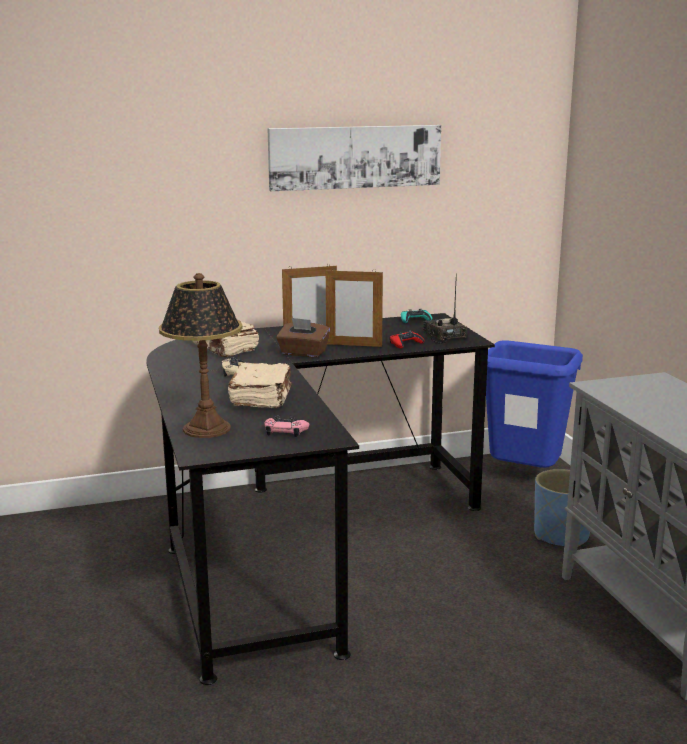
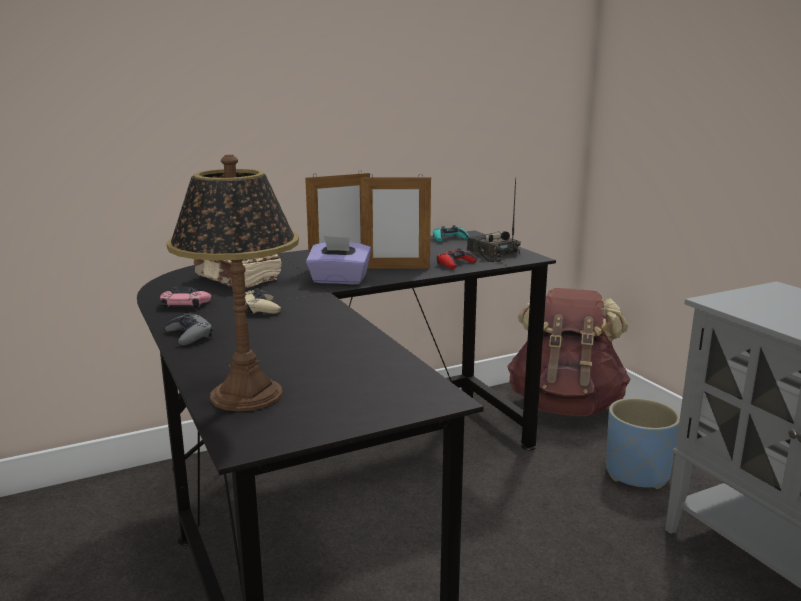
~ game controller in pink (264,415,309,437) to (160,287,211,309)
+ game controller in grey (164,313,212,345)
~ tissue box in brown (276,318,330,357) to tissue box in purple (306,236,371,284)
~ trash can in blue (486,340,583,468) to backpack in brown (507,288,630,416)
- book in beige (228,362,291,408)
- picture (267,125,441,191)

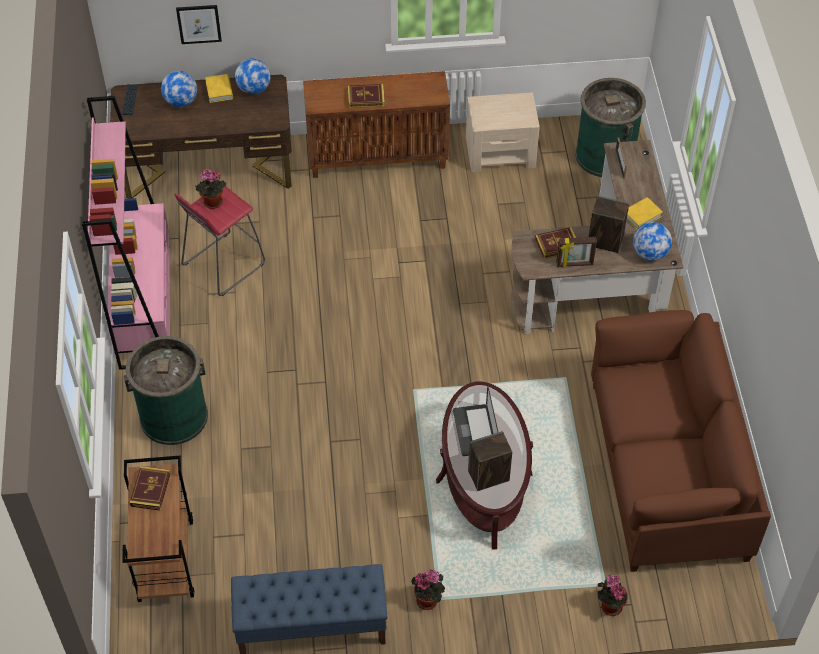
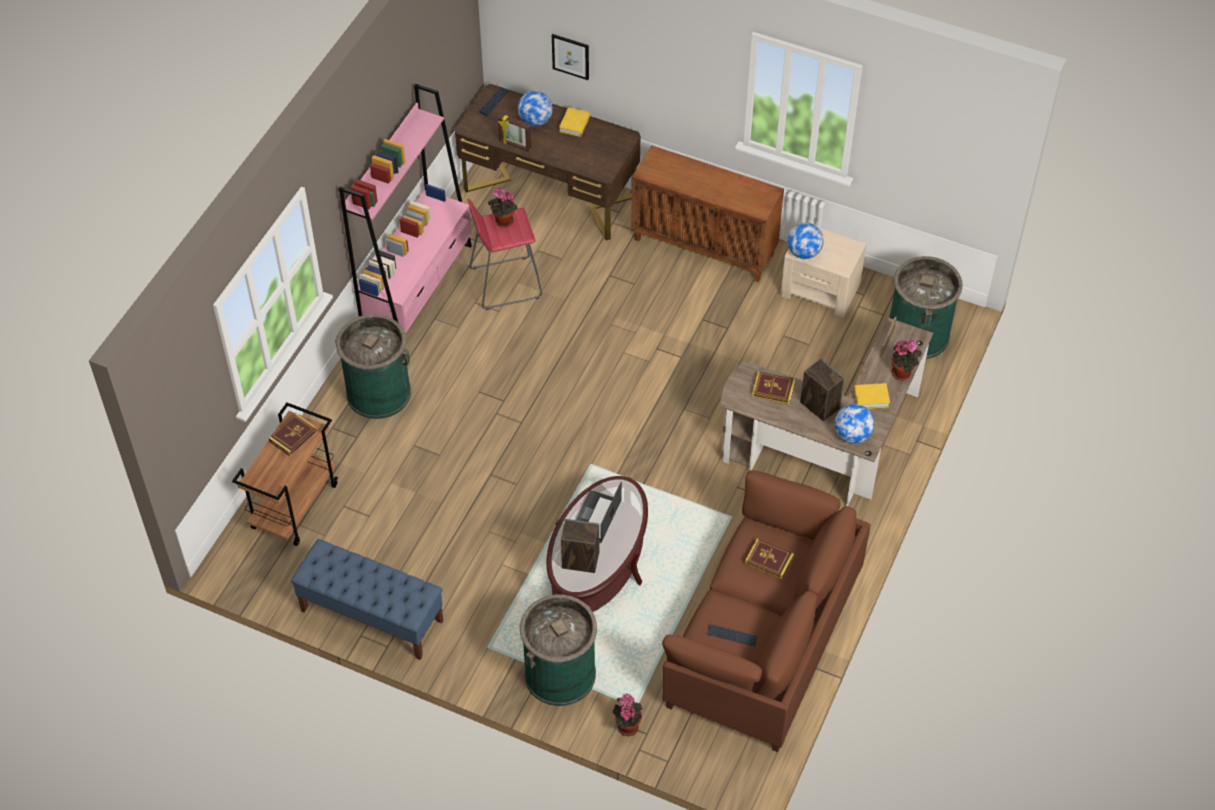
~ picture frame (556,237,597,267) to (498,114,531,152)
+ trash can in green (520,594,597,706)
+ keyboard (707,624,758,647)
~ book (348,84,385,108) to (745,539,794,579)
~ globe (235,58,271,94) to (787,223,824,259)
~ potted plant (411,569,445,610) to (891,339,922,381)

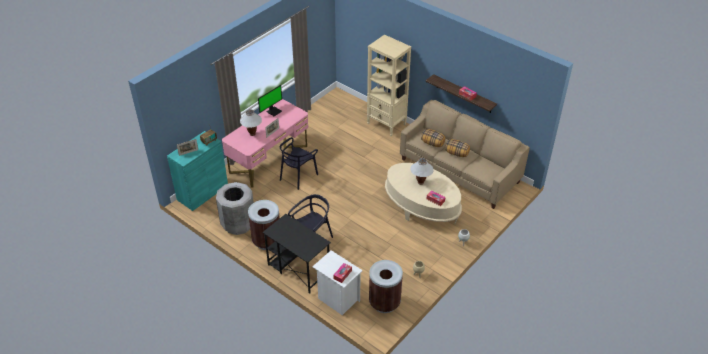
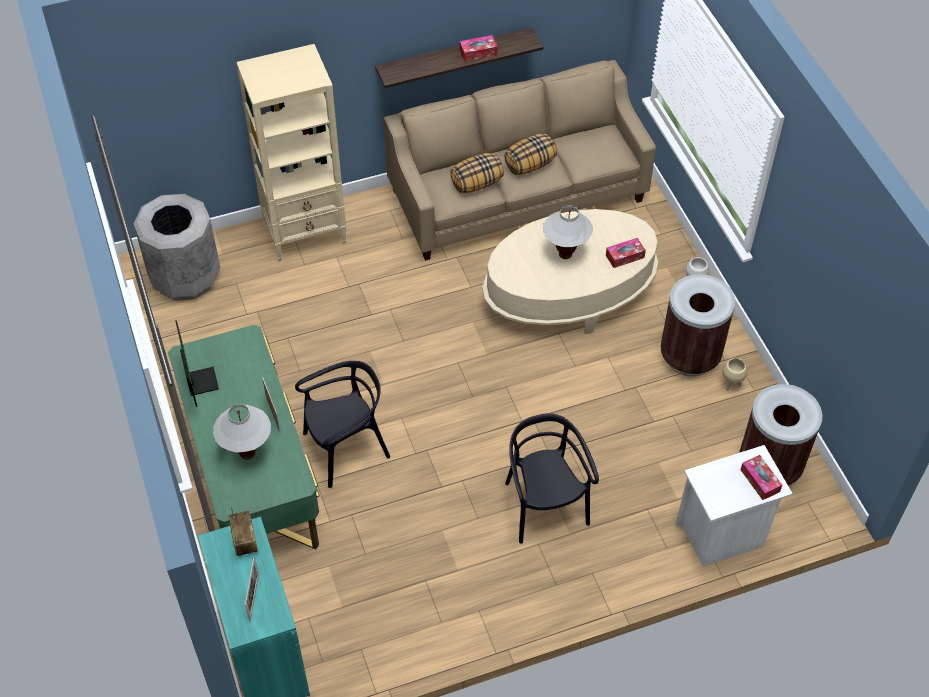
~ trash can in grey (216,182,254,235) to (134,194,220,301)
~ desk in pink (222,99,308,188) to desk in green (168,325,320,549)
~ chair in black (280,137,318,190) = (295,361,390,488) 90 degrees counterclockwise
~ trash can in brown (248,200,280,250) to (660,274,735,376)
- desk in black (262,214,331,294)

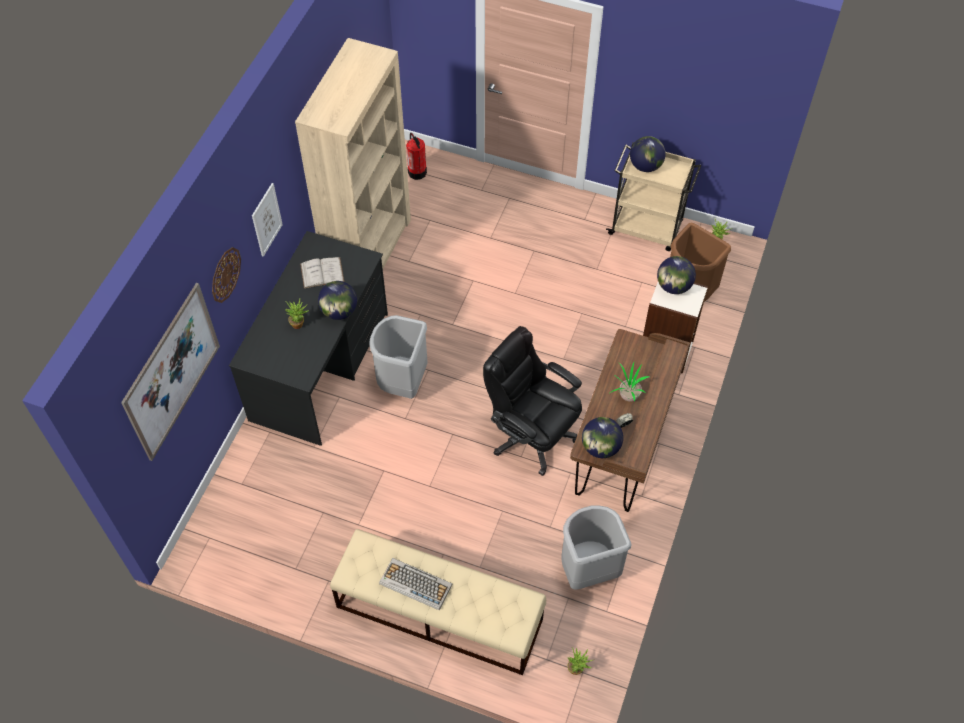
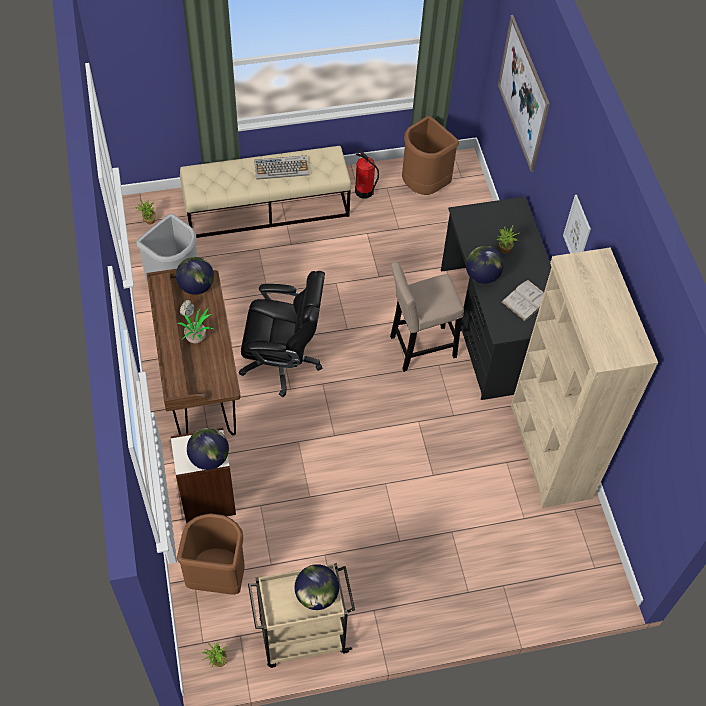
~ fire extinguisher (406,133,427,180) to (355,149,379,198)
~ trash can in grey (370,315,428,399) to stool in beige (390,262,464,372)
+ trash can in brown (402,116,459,195)
- wall clock (212,247,241,303)

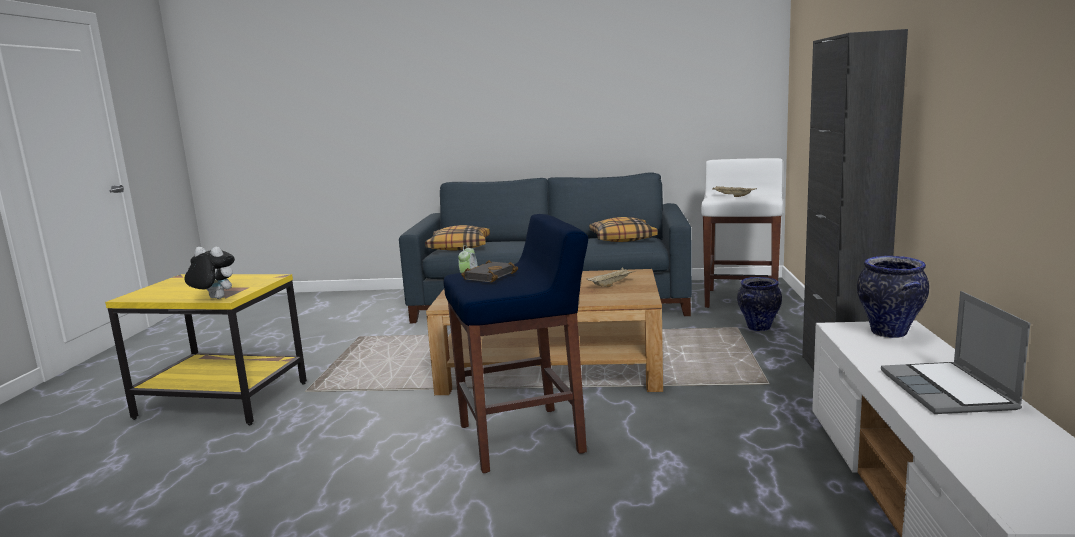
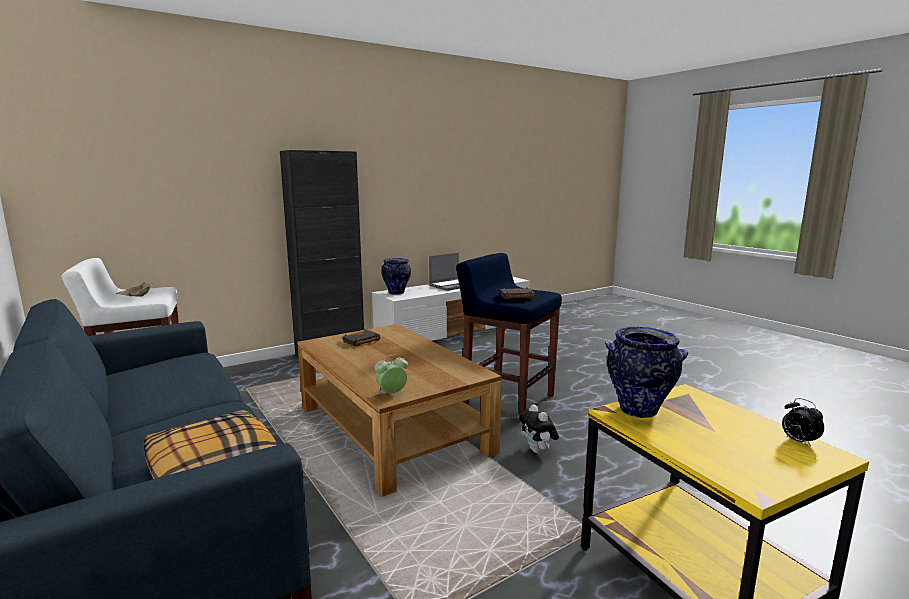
~ tray in beige (587,268,636,287) to book in black (342,330,381,347)
~ plush toy (184,246,235,299) to (519,405,559,453)
~ vase (737,277,782,331) to (605,327,688,418)
+ alarm clock (782,398,824,447)
- pillow (589,217,658,242)

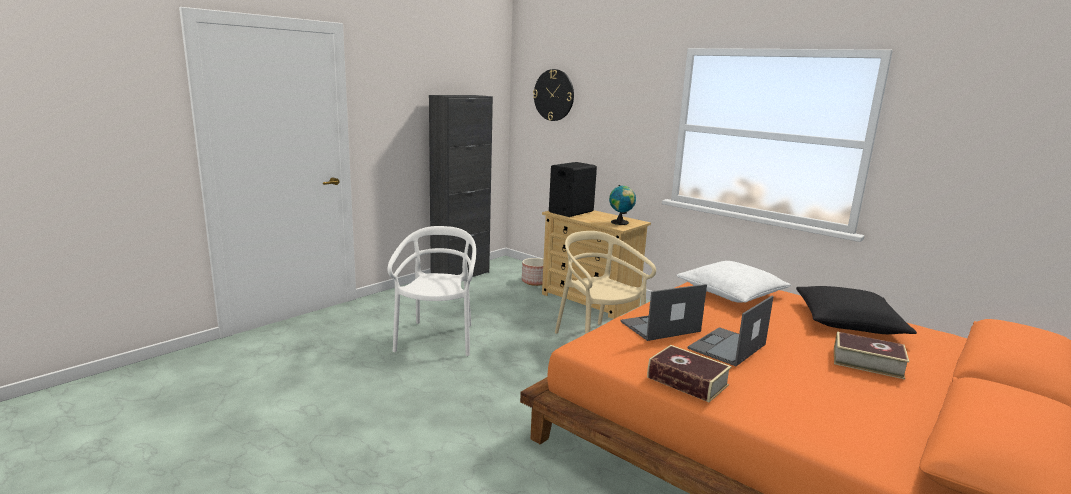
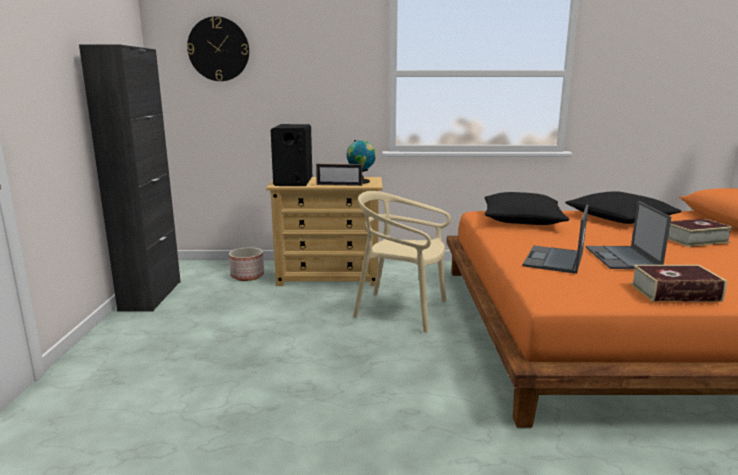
+ picture frame (316,164,362,186)
~ pillow in white (676,261,791,303) to pillow in black (485,192,569,225)
- chair in white (388,226,476,356)

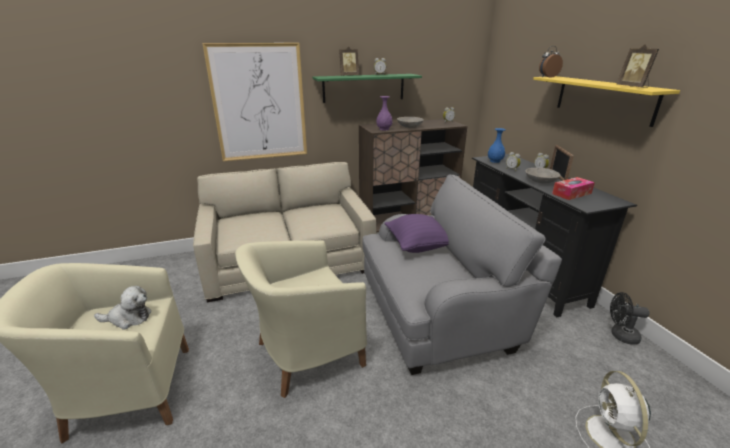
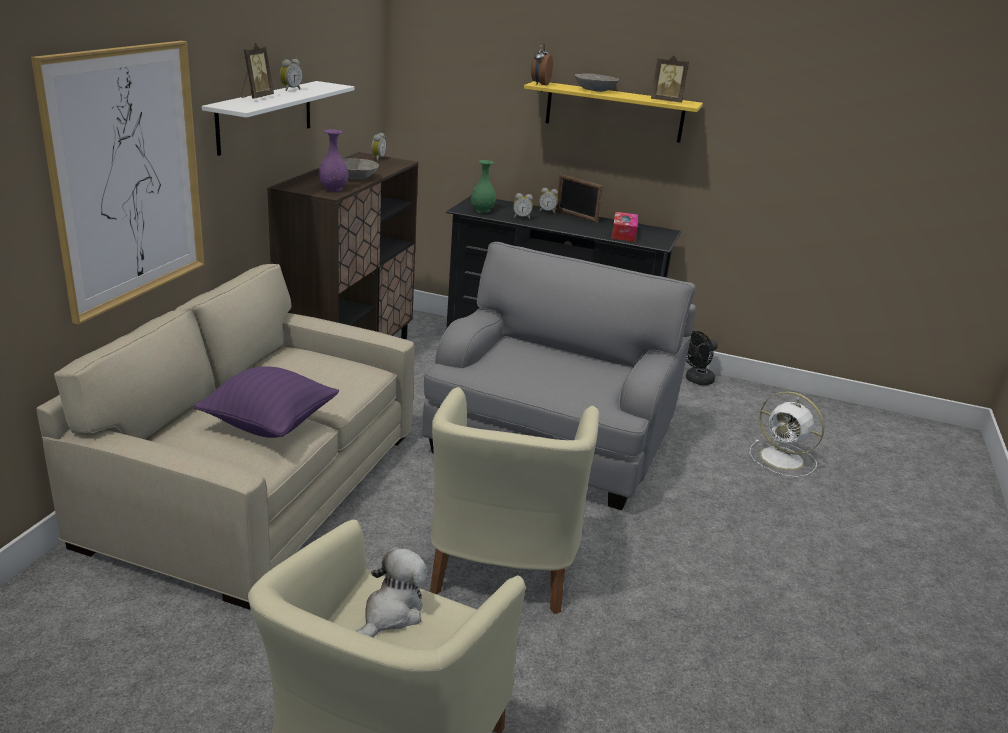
~ pillow in purple (384,214,449,253) to (193,366,339,438)
~ shelf in green (313,74,422,103) to shelf in white (202,81,354,156)
~ vase in blue (488,128,506,163) to vase in green (471,160,496,213)
~ bowl in grey (525,168,560,183) to (575,73,619,92)

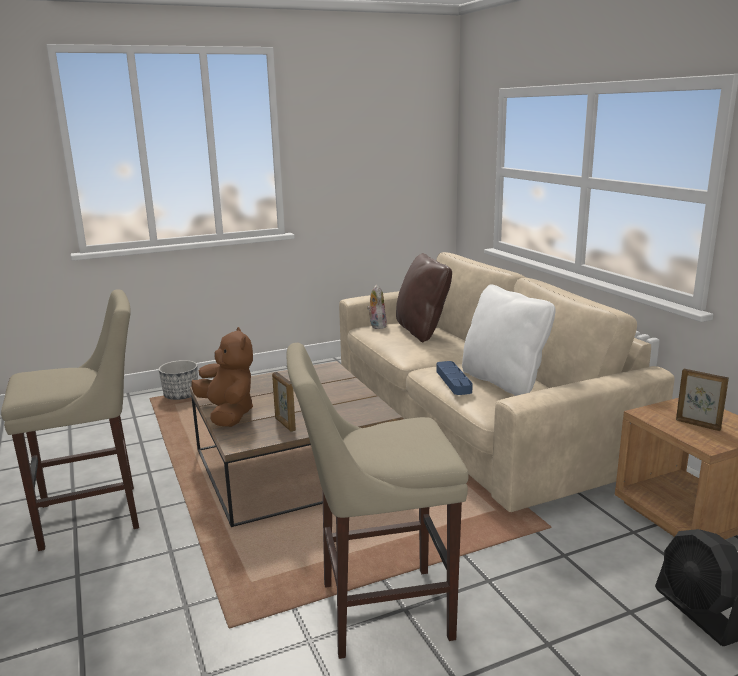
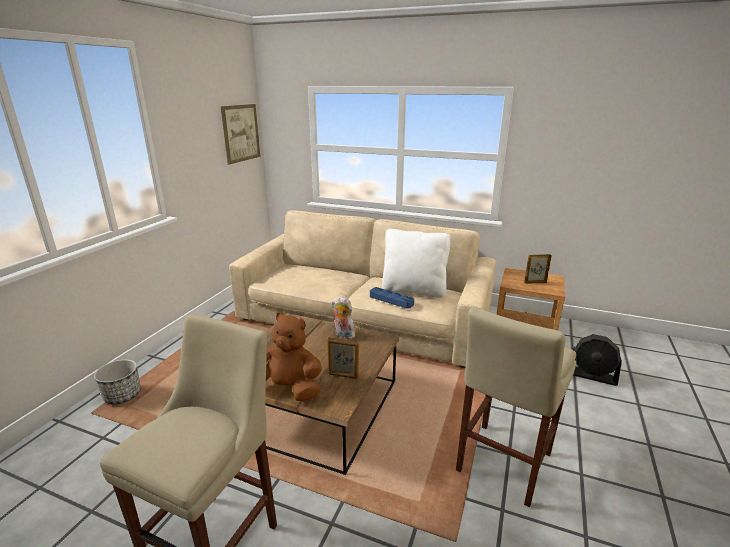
+ picture (221,104,260,165)
~ plush toy (367,285,387,329) to (332,296,355,339)
- pillow in brown (396,253,452,342)

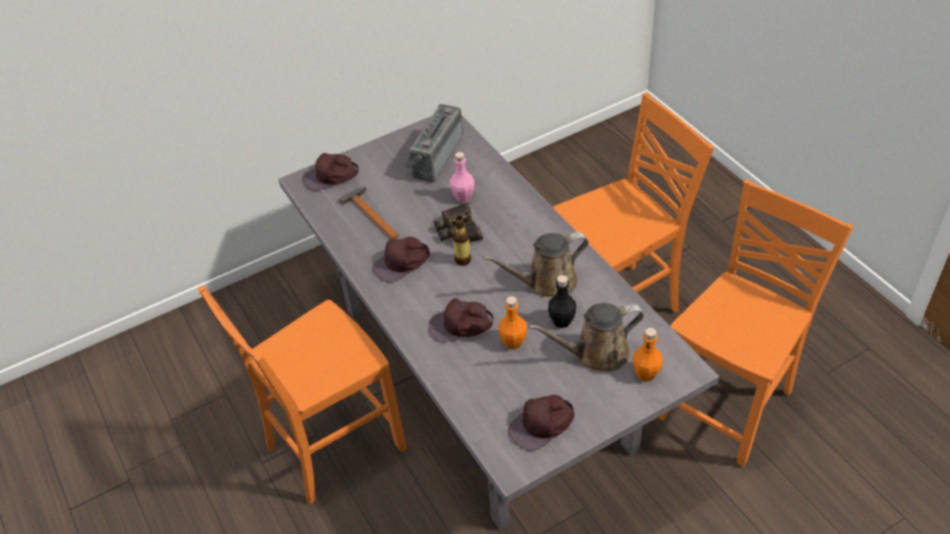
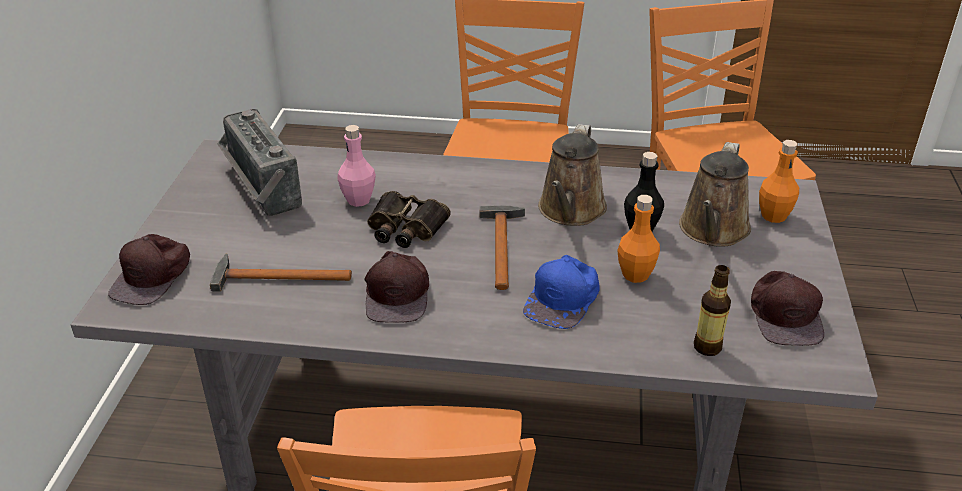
+ hammer (479,206,525,290)
~ cap in brown (429,298,493,342) to cap in blue (523,255,600,329)
~ bottle (452,216,471,266) to (694,265,731,356)

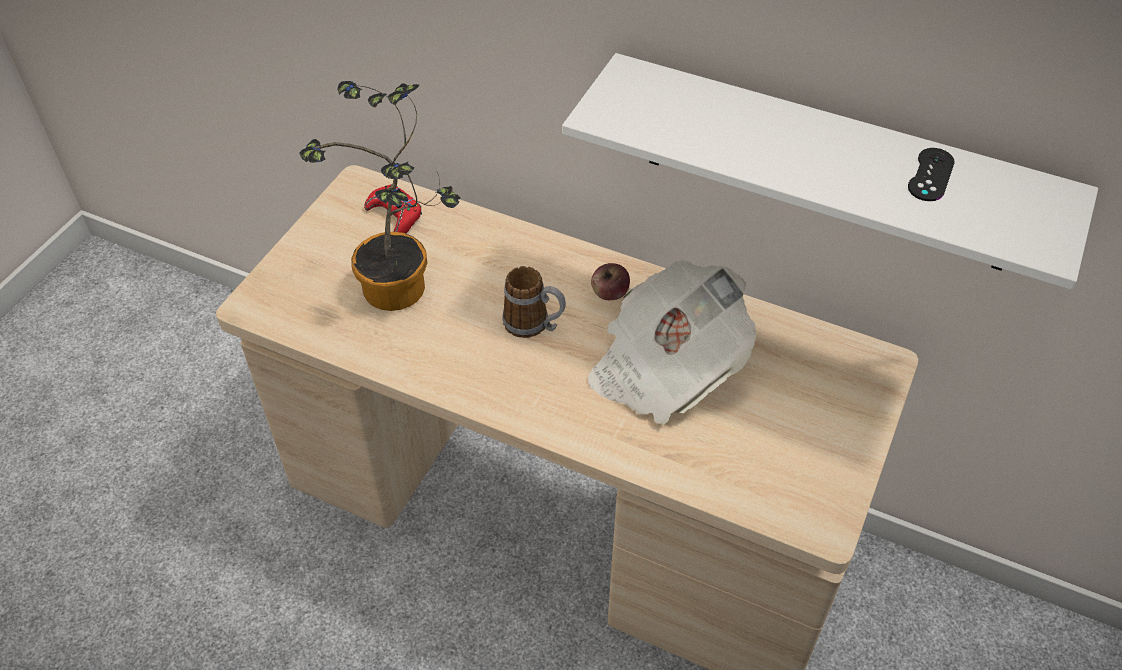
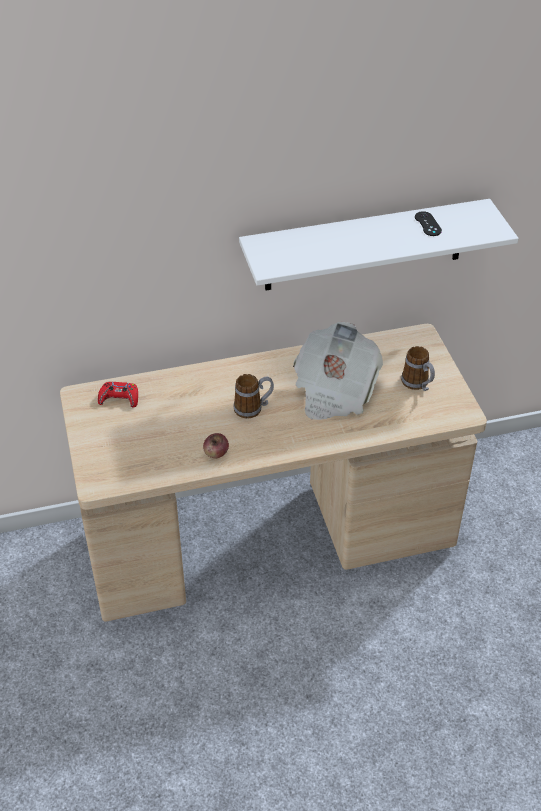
~ apple (591,263,630,300) to (203,433,229,458)
+ mug (401,346,435,391)
- potted plant (299,81,461,311)

